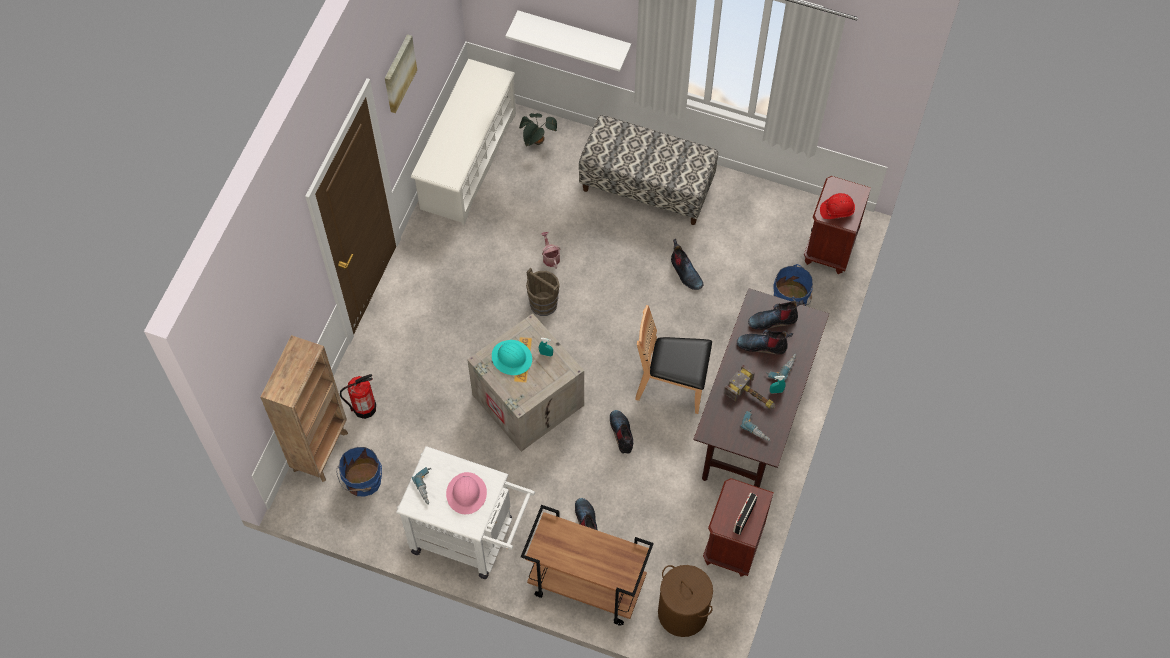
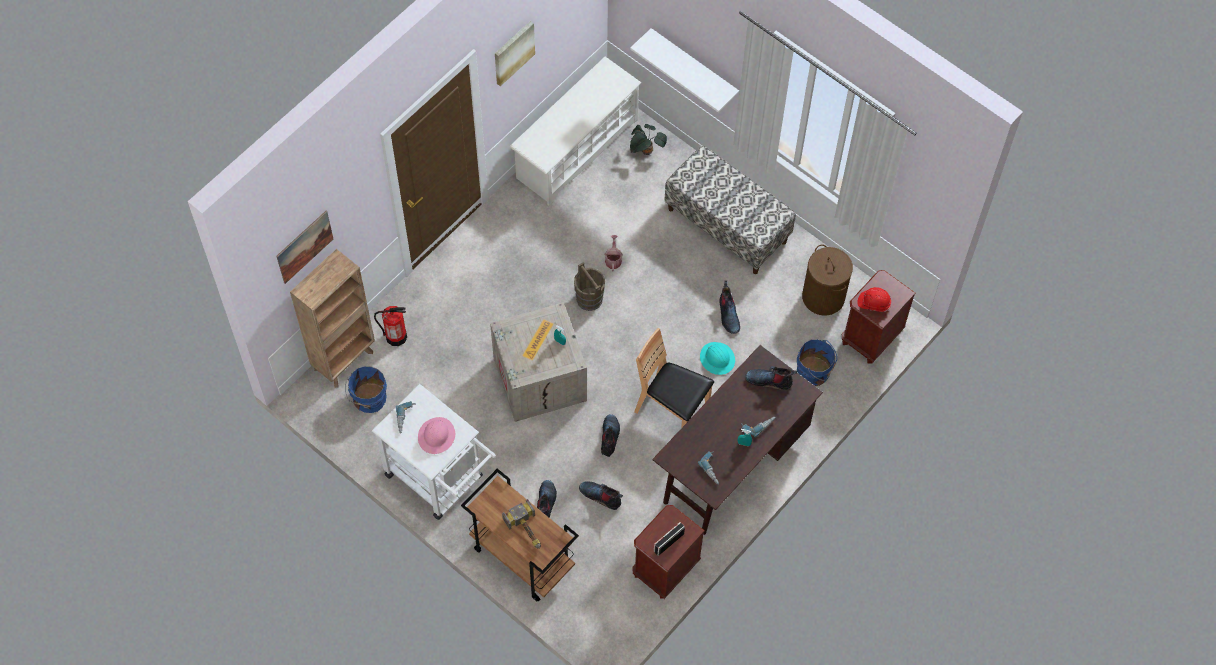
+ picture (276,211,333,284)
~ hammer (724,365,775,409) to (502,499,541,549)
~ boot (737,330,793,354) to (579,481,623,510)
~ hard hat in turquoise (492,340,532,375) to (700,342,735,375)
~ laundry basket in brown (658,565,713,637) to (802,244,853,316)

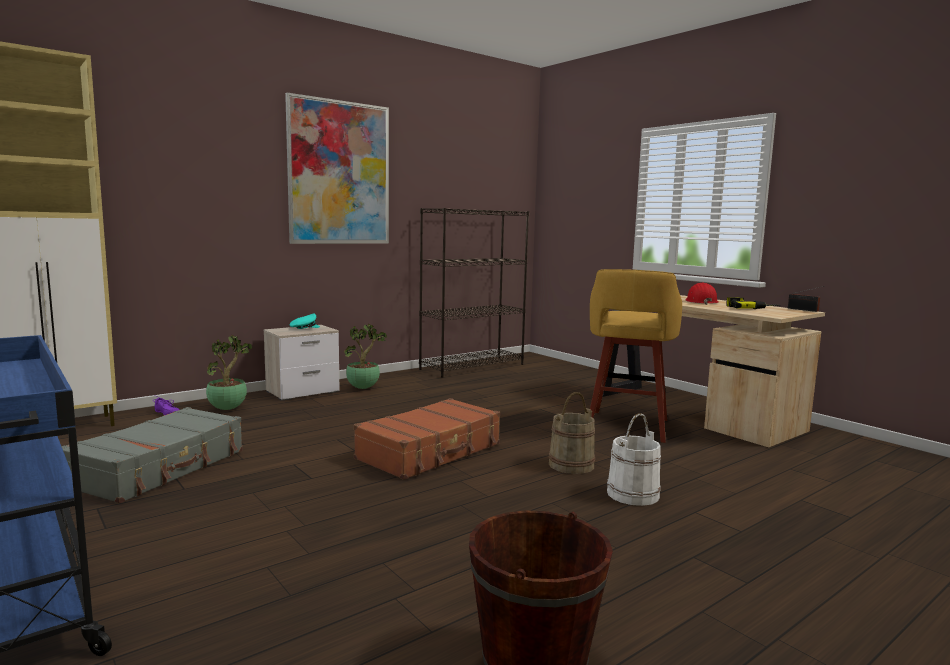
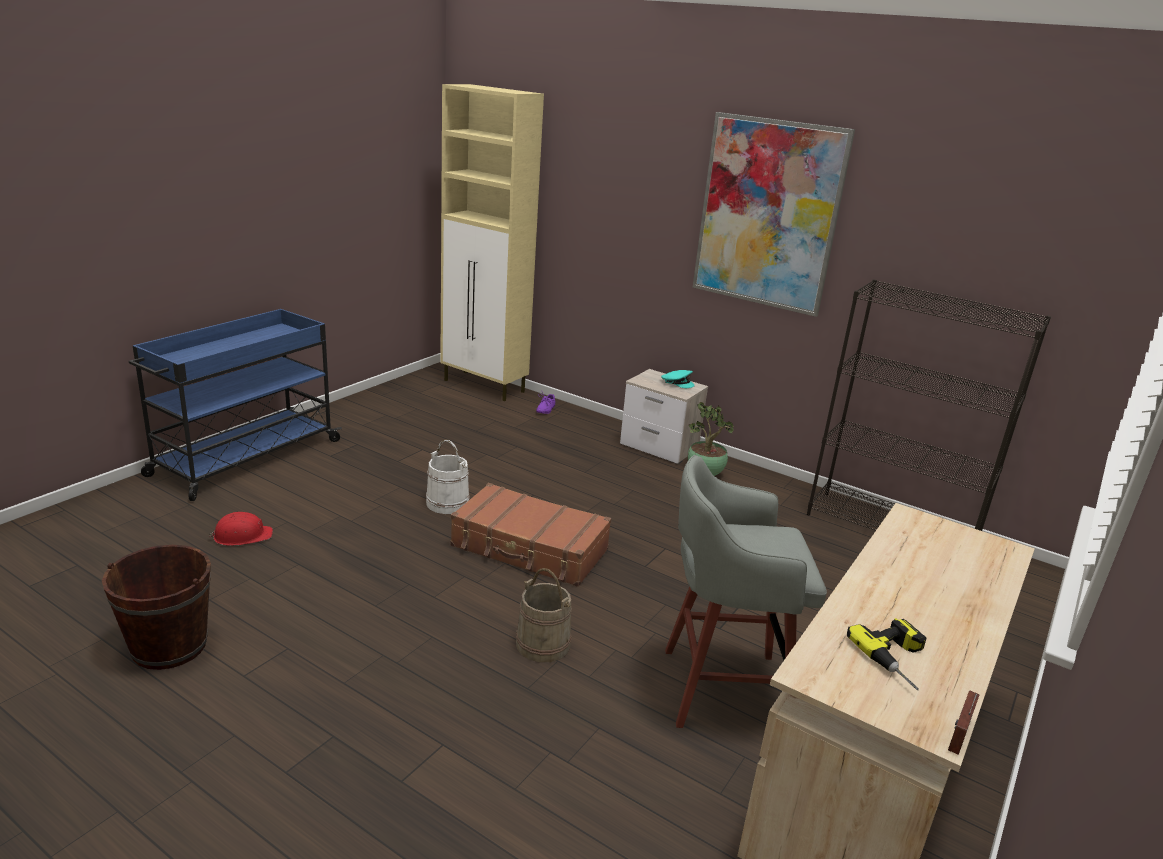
~ hard hat in red (685,283,718,305) to (209,512,273,546)
~ bucket in white (607,413,661,506) to (426,440,470,514)
~ stool in yellow (590,269,682,443) to stool in grey (665,455,827,728)
- suitcase in grey (61,407,243,503)
- potted plant (206,335,252,410)

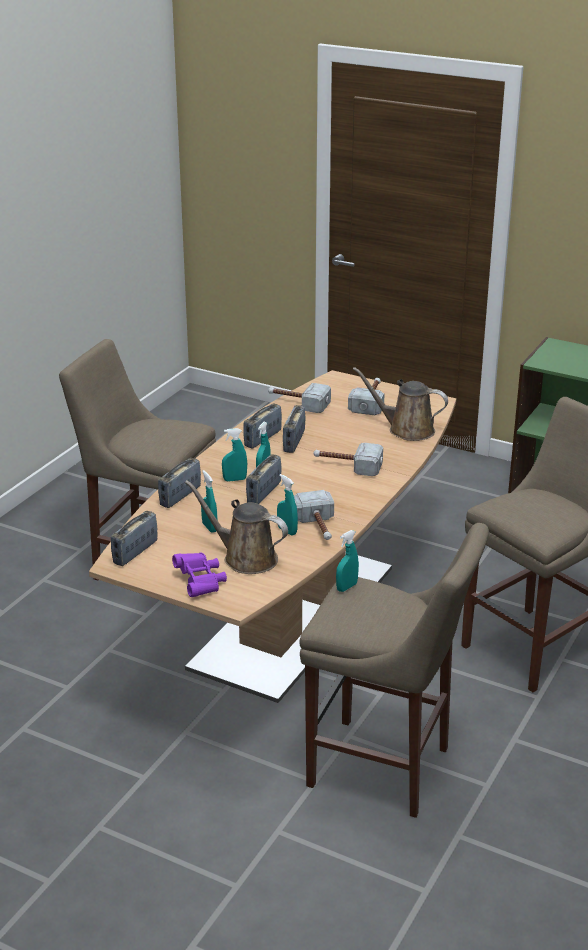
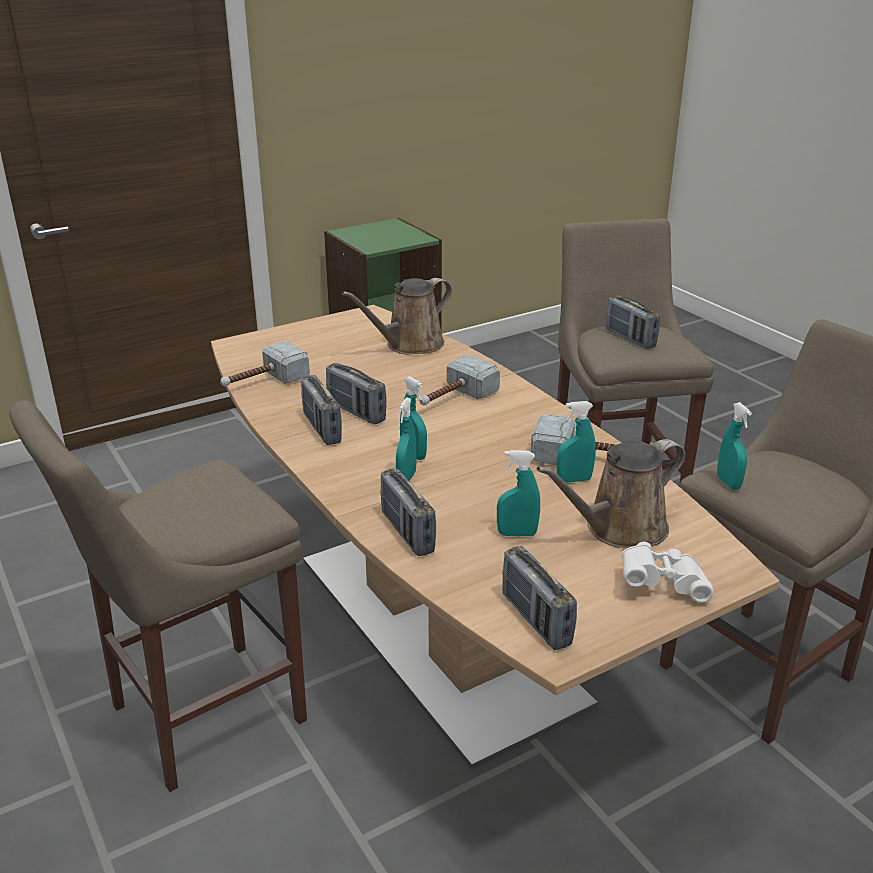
~ radio (246,454,282,504) to (606,295,660,349)
~ binoculars in purple (172,553,227,597) to binoculars in white (622,542,714,603)
- hammer (348,378,384,415)

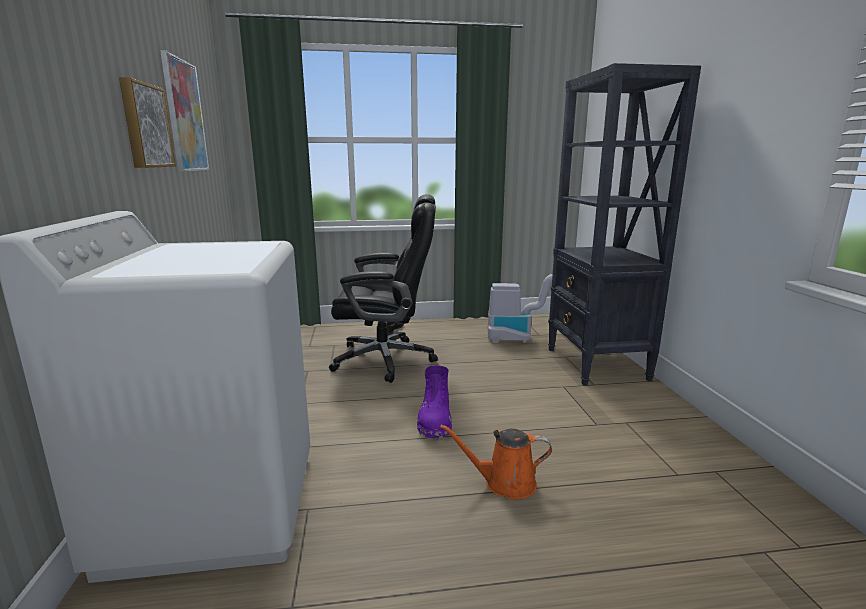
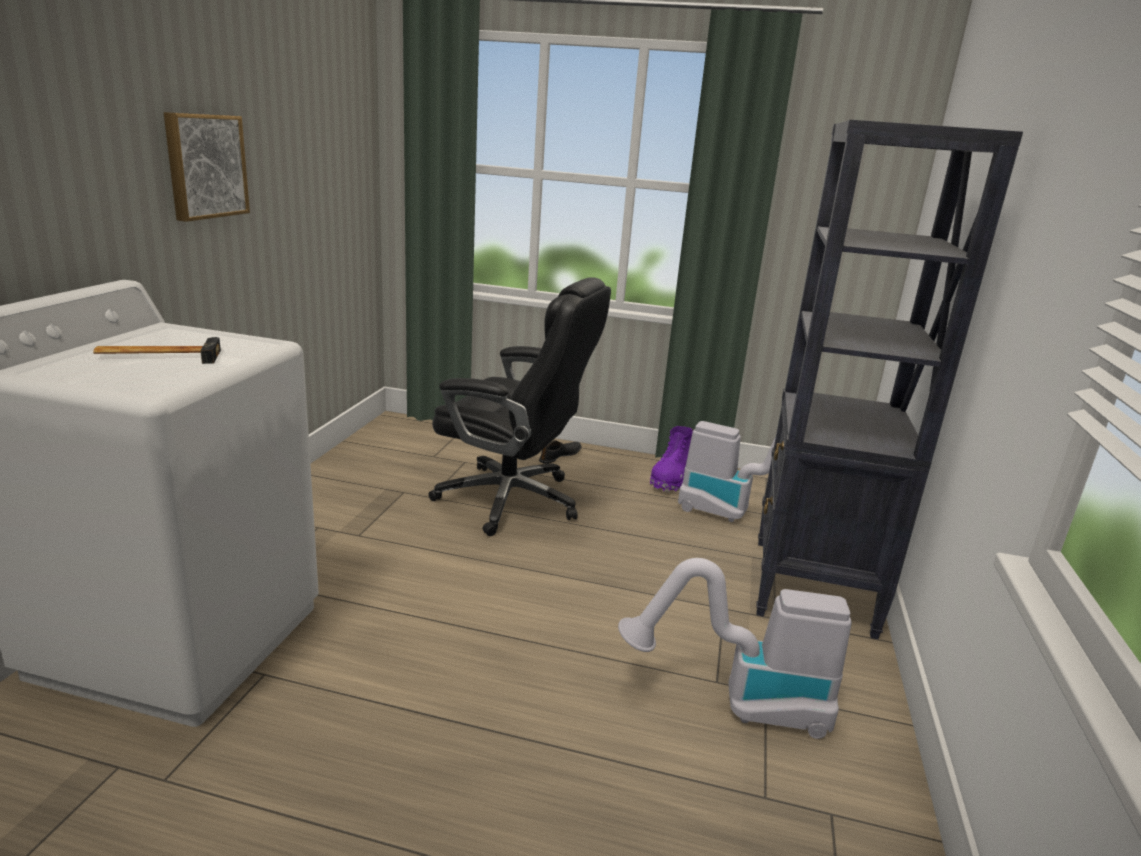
+ hammer (93,337,221,364)
+ vacuum cleaner (618,558,852,739)
~ boot in purple (417,365,452,440) to (650,426,693,493)
- picture (160,50,209,172)
- watering can in orange (440,425,552,499)

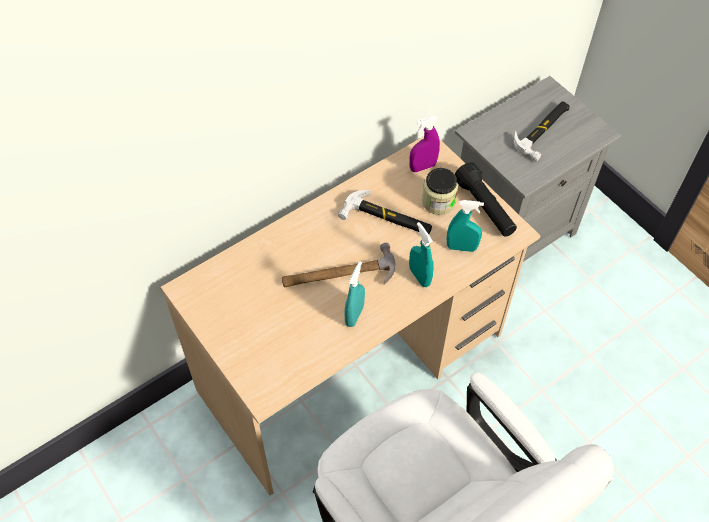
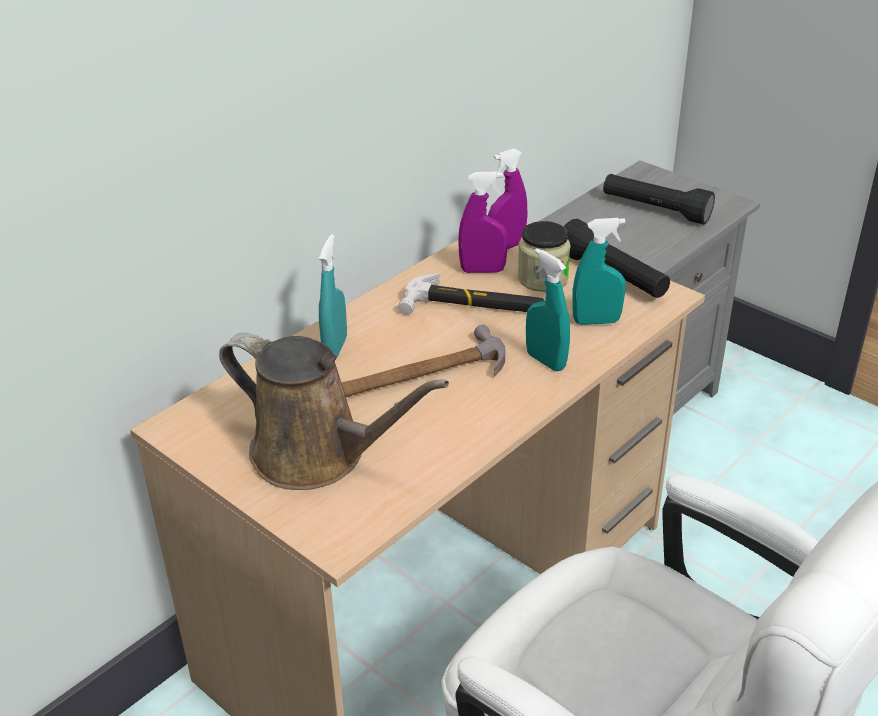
+ watering can in brown (219,333,449,490)
~ spray bottle in turquoise (345,262,365,327) to (319,234,347,357)
+ spray bottle in purple (458,171,508,273)
~ hammer (514,101,570,161) to flashlight in black (603,174,715,225)

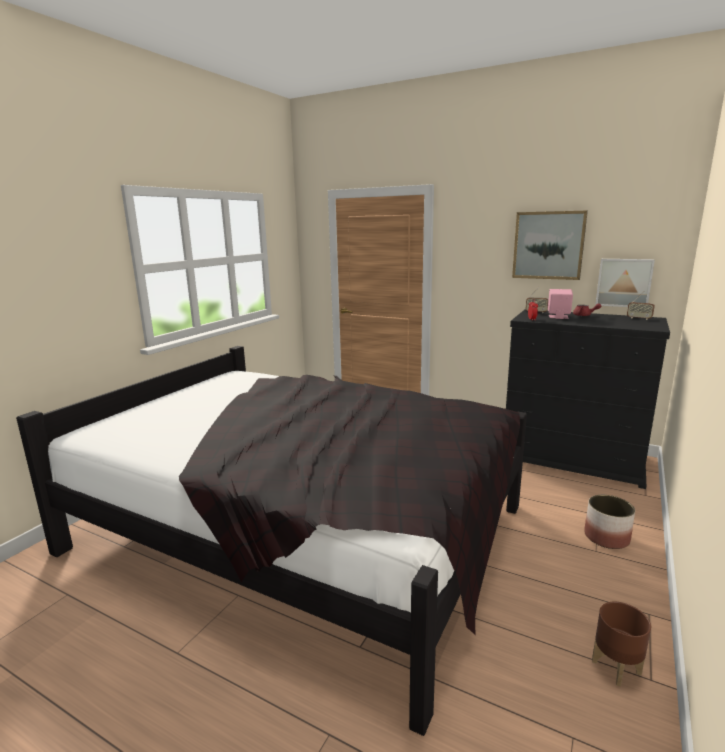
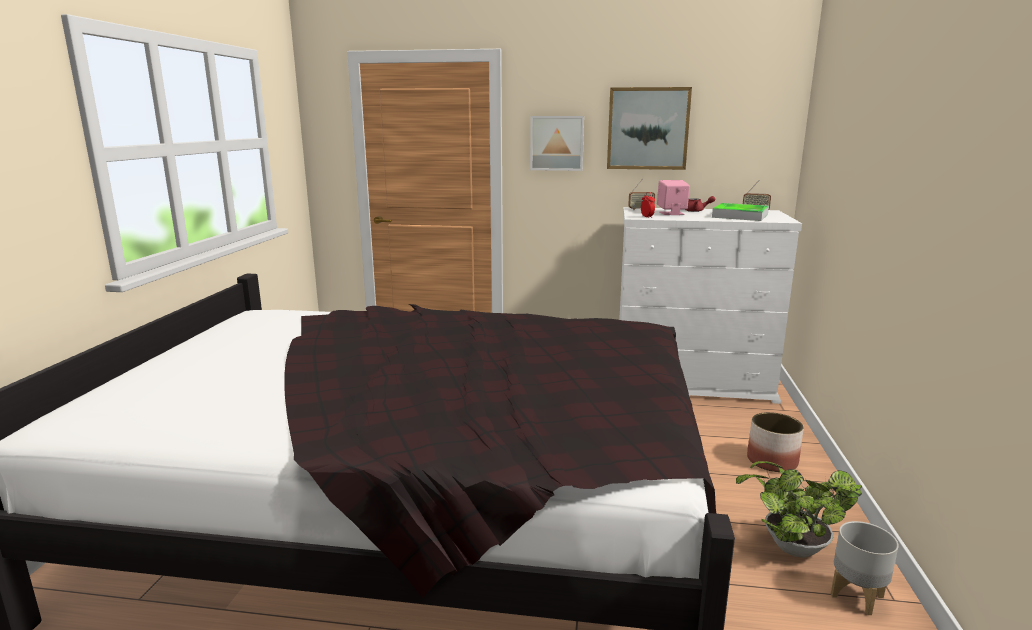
~ picture (595,259,655,307) to (530,116,584,171)
~ dresser in black (506,309,670,489) to dresser in white (619,207,802,404)
+ tray (712,203,769,221)
+ potted plant (736,461,862,557)
~ planter in brown (592,601,651,687) to planter in grey (831,521,899,615)

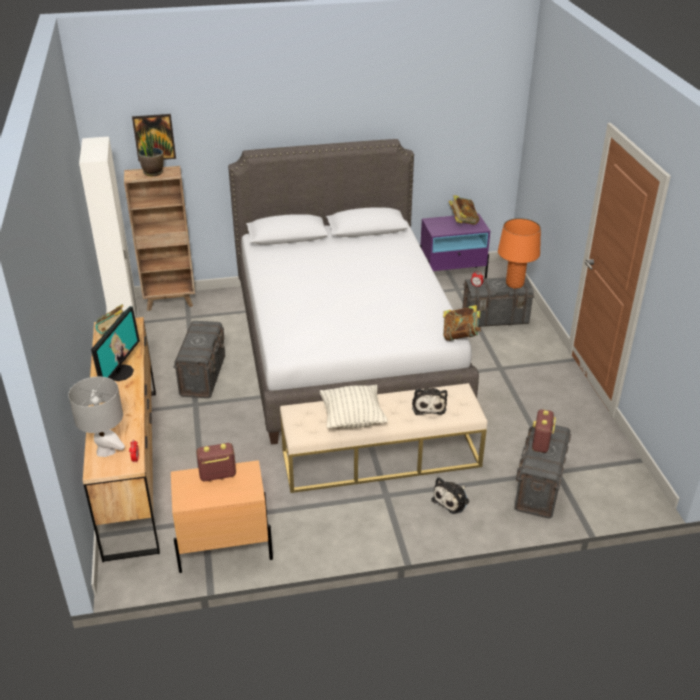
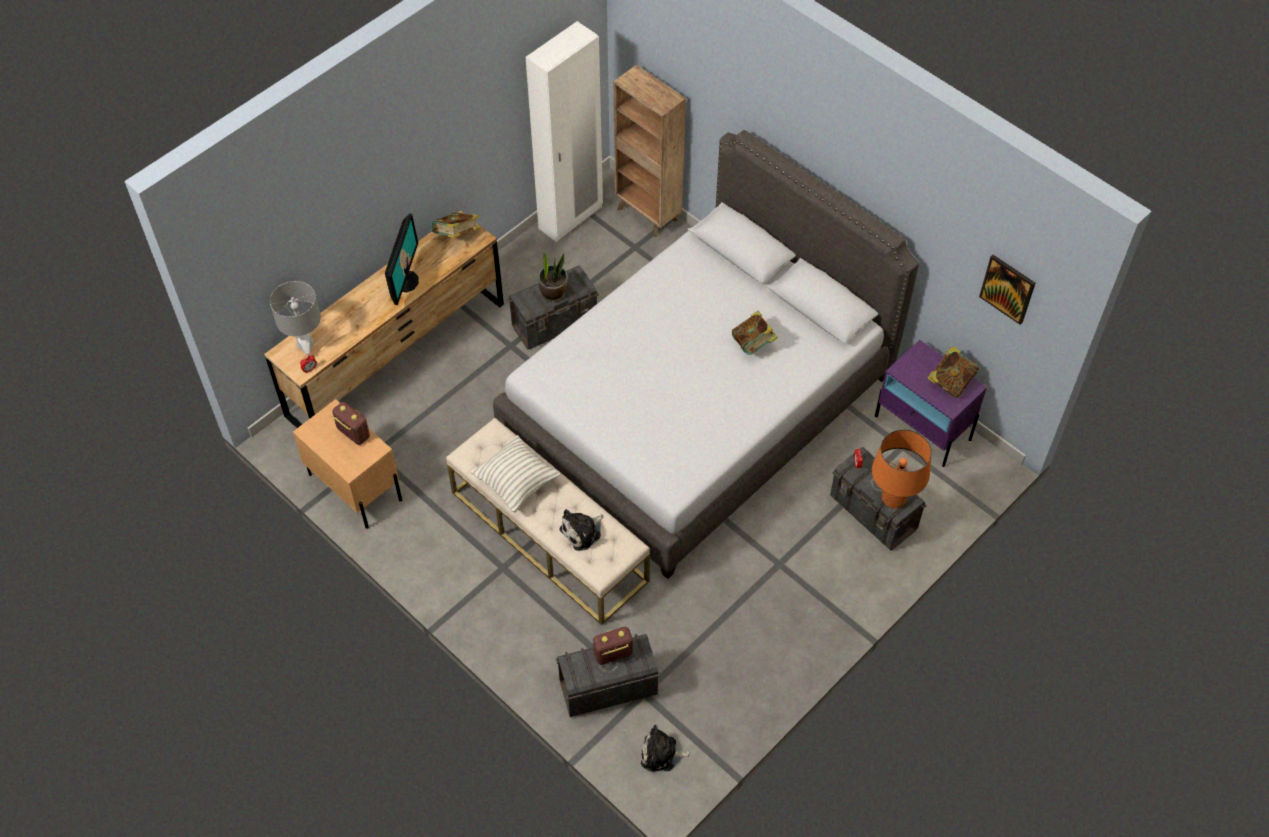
~ monitor (91,306,140,381) = (385,213,419,305) 60 degrees counterclockwise
~ potted plant (136,128,164,176) to (538,250,568,302)
~ plush toy (431,477,469,514) to (641,725,691,772)
~ book (443,305,481,341) to (732,311,778,355)
~ picture (132,114,176,162) to (979,255,1035,325)

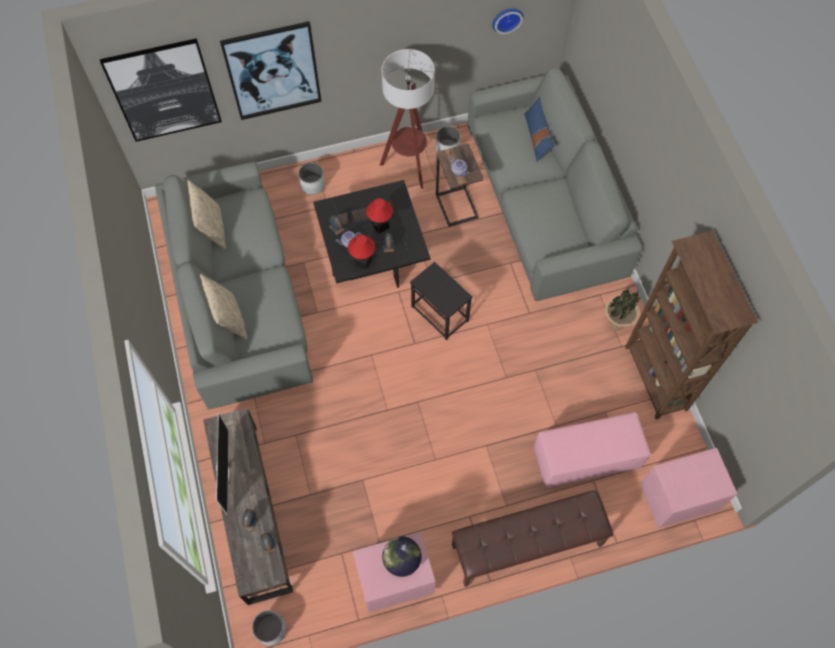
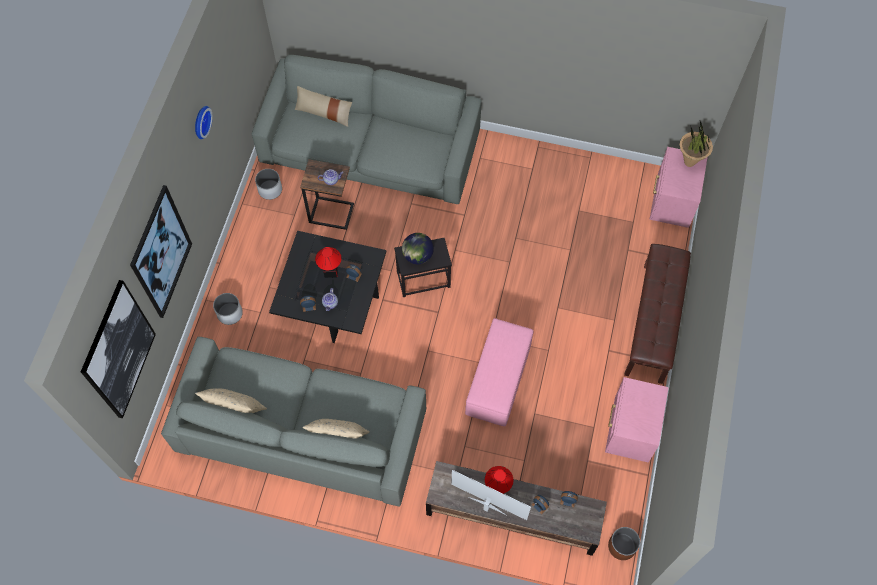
~ wall clock (492,8,524,34) to (195,106,212,139)
~ pillow in blue (524,97,555,162) to pillow in beige (295,86,352,127)
~ globe (382,536,421,577) to (402,233,434,264)
~ ottoman in pink (534,412,651,488) to (465,318,533,426)
~ table lamp (348,234,375,270) to (485,466,514,494)
~ planter in white (252,610,287,646) to planter in brown (608,527,640,560)
~ potted plant (605,288,640,330) to (680,122,713,167)
- floor lamp (380,49,435,189)
- bookcase in brown (625,231,758,420)

